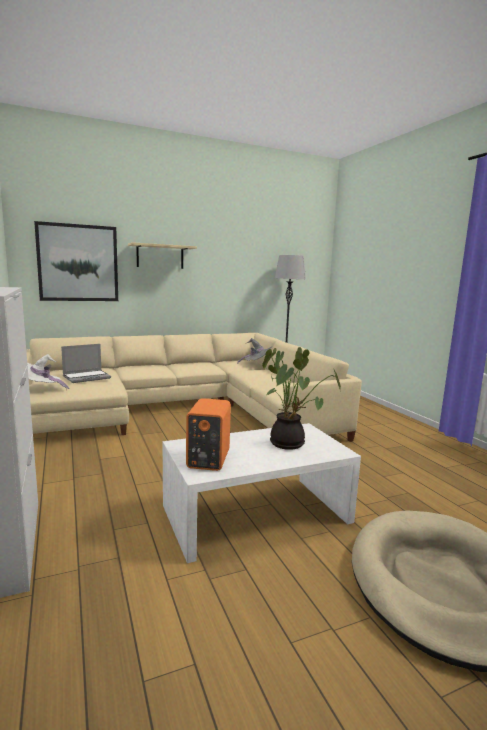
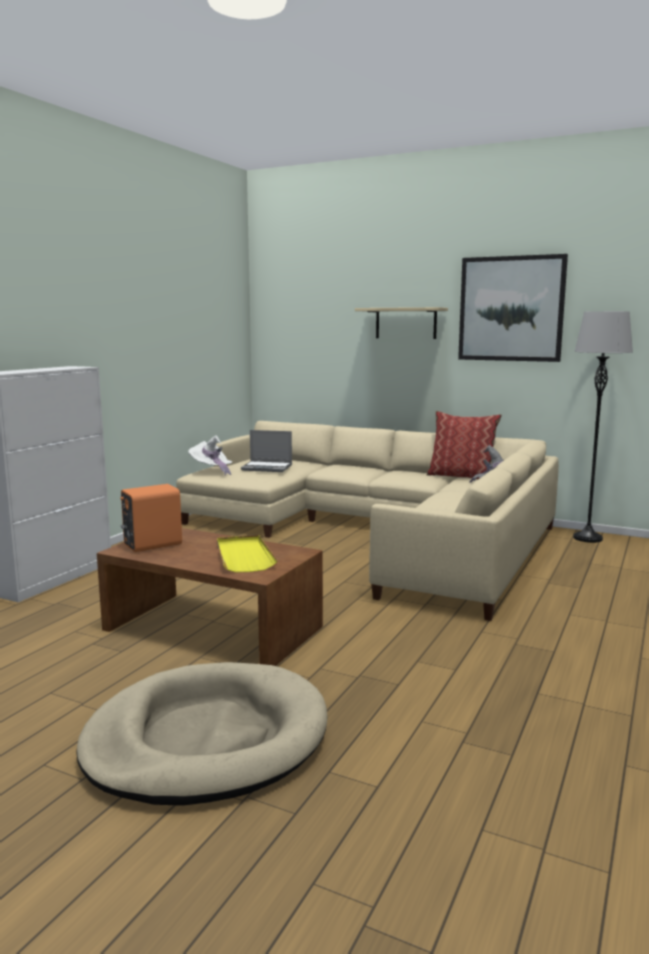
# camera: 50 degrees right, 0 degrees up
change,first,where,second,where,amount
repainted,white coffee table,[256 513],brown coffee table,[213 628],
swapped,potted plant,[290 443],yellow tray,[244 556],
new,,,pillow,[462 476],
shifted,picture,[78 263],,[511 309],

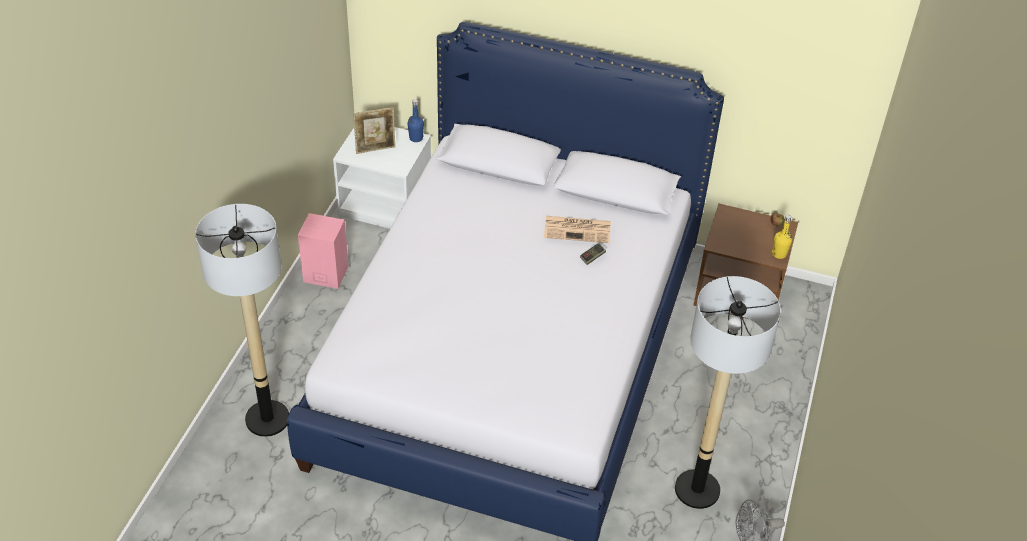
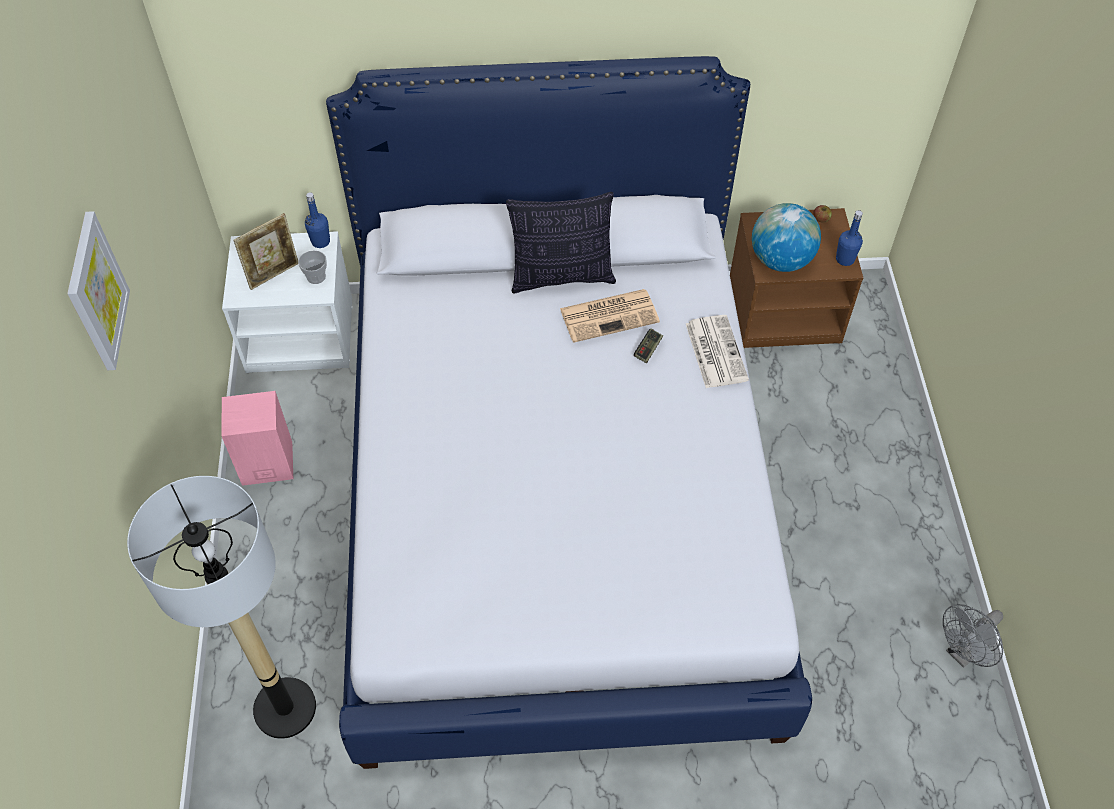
# camera: 20 degrees left, 10 degrees up
change,first,where,second,where,amount
new,,,picture,[96 292],
new,,,cup,[316 277],
new,,,pillow,[562 277],
new,,,newspaper,[715 351],
new,,,globe,[780 260],
repainted,yellow bottle,[779 254],blue bottle,[845 259],
gone,floor lamp,[697 490],,,

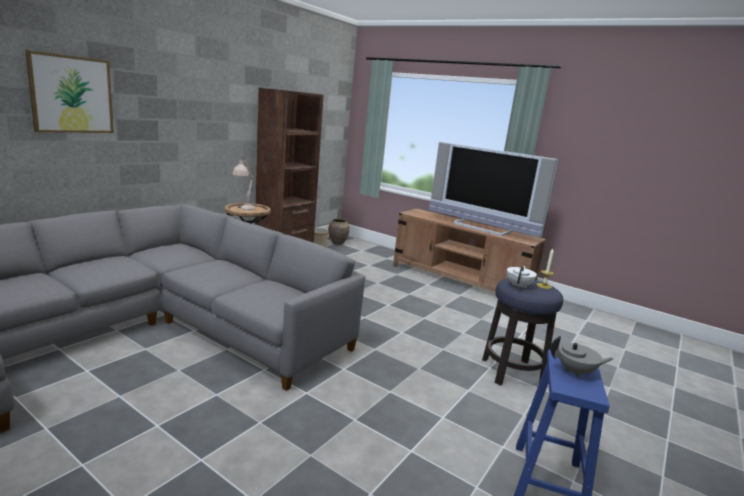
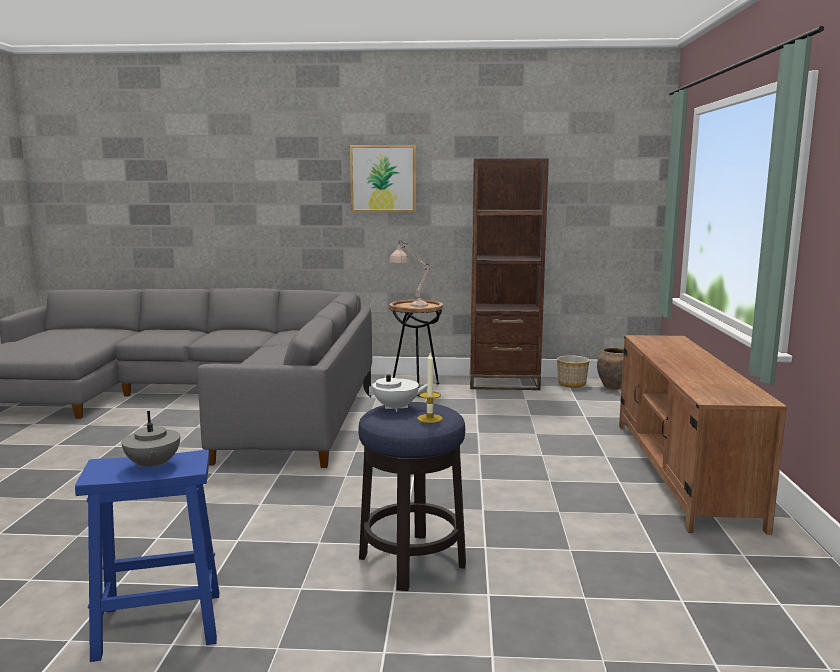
# camera: 60 degrees right, 5 degrees down
change,first,where,second,where,amount
shifted,picture,[72 94],,[383 178],
gone,television,[481 228],,,

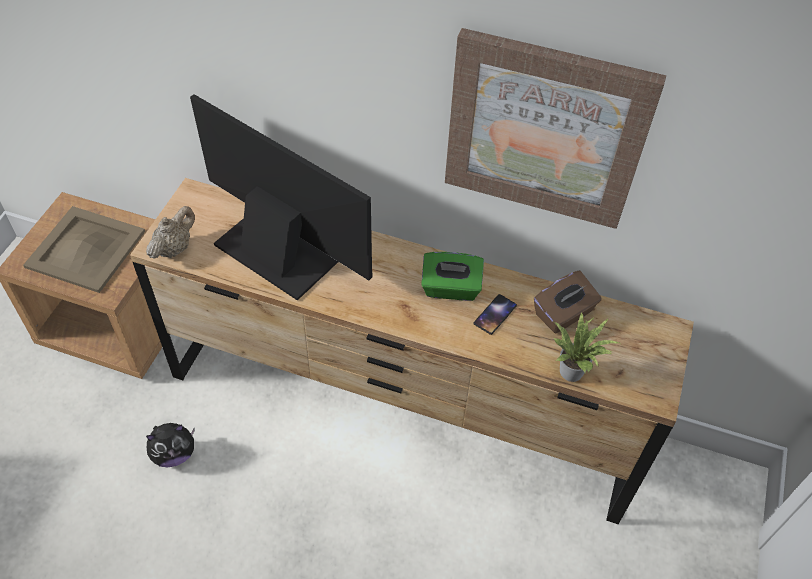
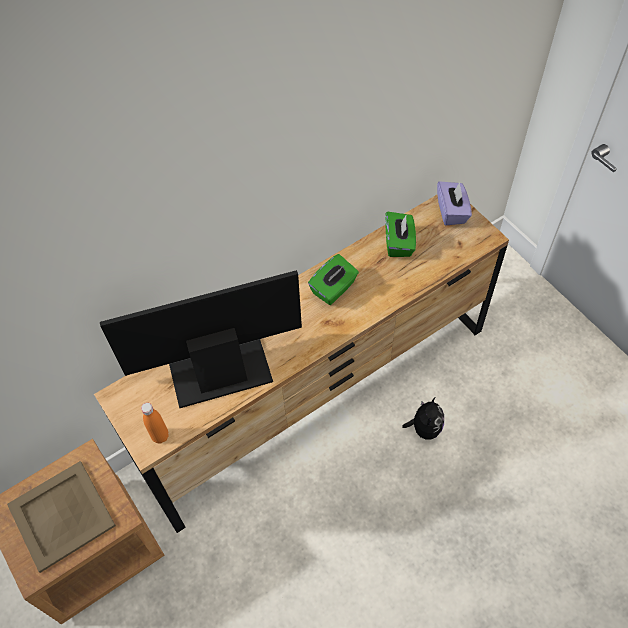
# camera: 50 degrees left, 5 degrees up
change,first,where,second,where,amount
swapped,beige teapot,[174 248],orange bottle,[160 436],
repainted,brown tissue box,[563 314],green tissue box,[399 243],
shifted,plush toy,[174 454],,[424 428],
new,,,purple tissue box,[452 212],
gone,picture,[545 130],,,
gone,phone,[495 314],,,
gone,potted plant,[574 371],,,

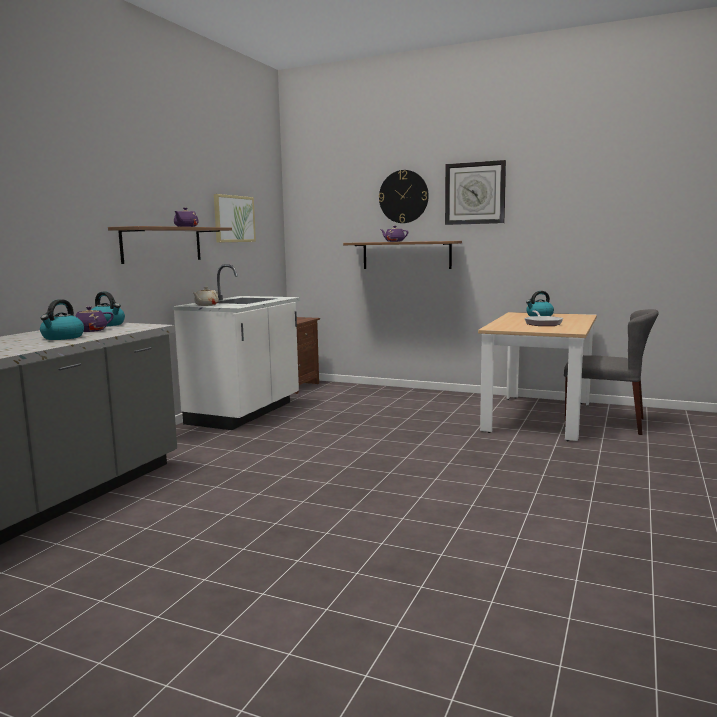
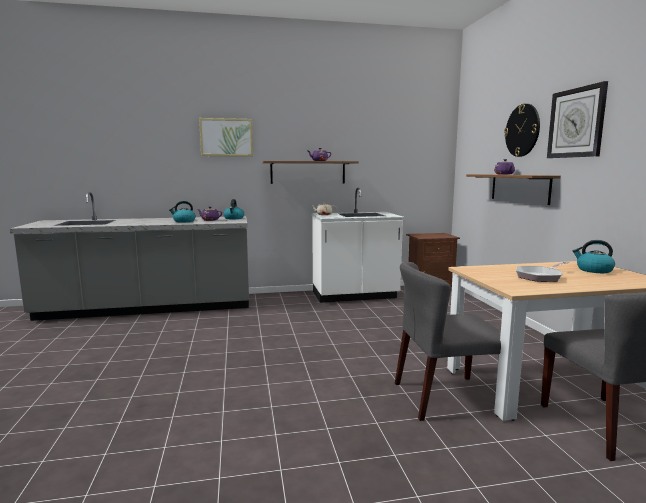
# camera: 55 degrees right, 0 degrees up
change,first,where,second,where,amount
shifted,picture,[234 219],,[226 137],
new,,,grey chair,[445 397],

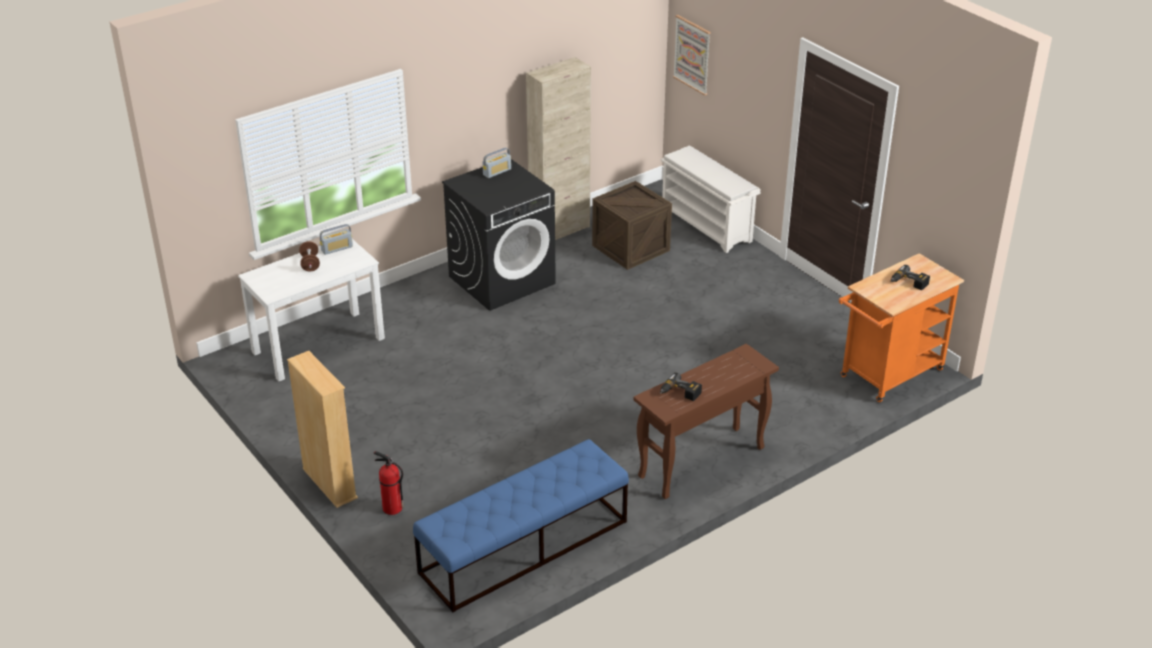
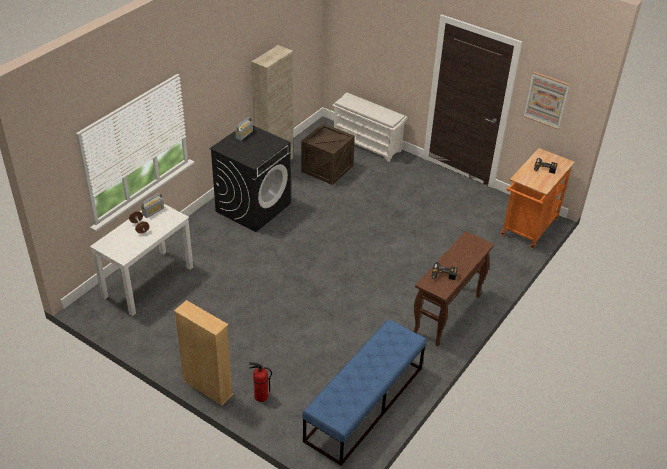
# camera: 20 degrees left, 5 degrees up
change,first,where,second,where,amount
shifted,picture,[692 54],,[546 100],

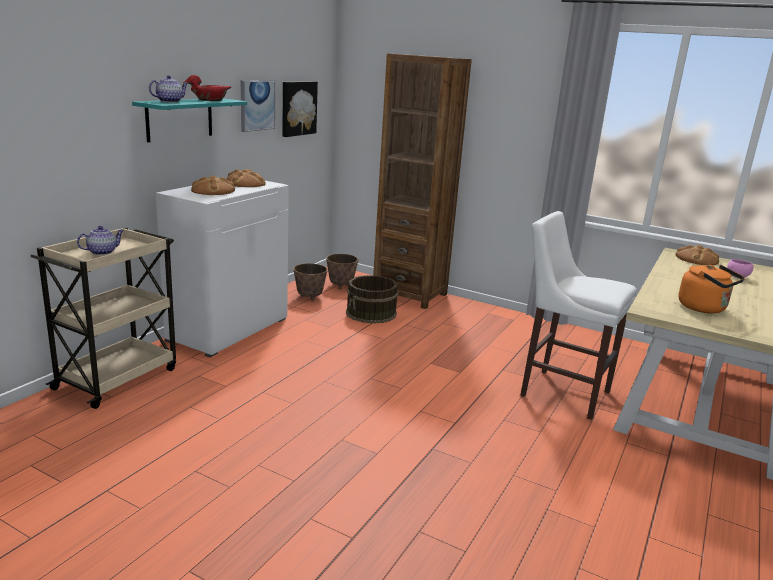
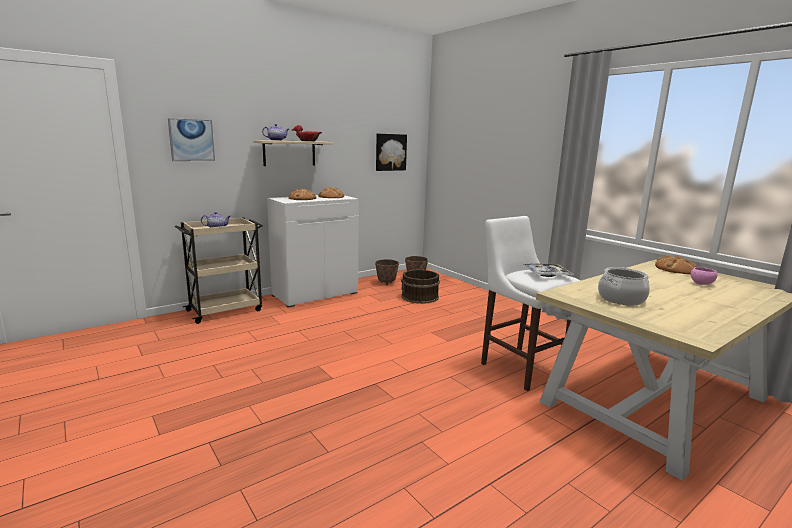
# camera: 25 degrees right, 5 degrees down
change,first,where,second,where,amount
shifted,picture,[257 105],,[191 140],
repainted,turquoise shelf,[179 119],beige shelf,[289 153],
new,,,tray,[546 274],
swapped,orange kettle,[704 308],cooking pot,[621 299],
gone,brown bookcase,[410 294],,,

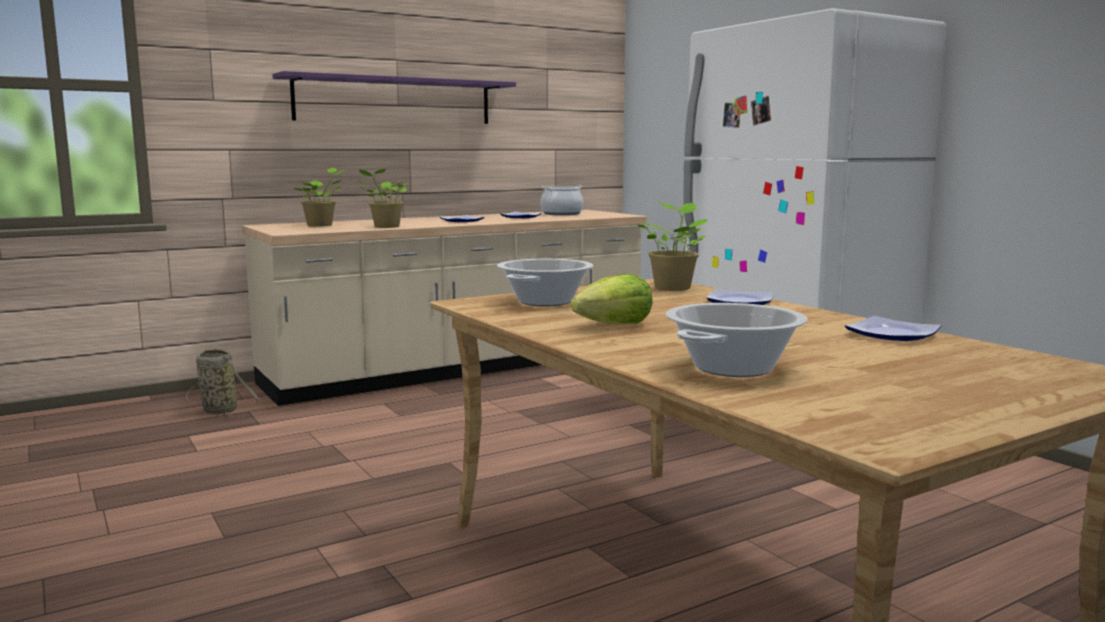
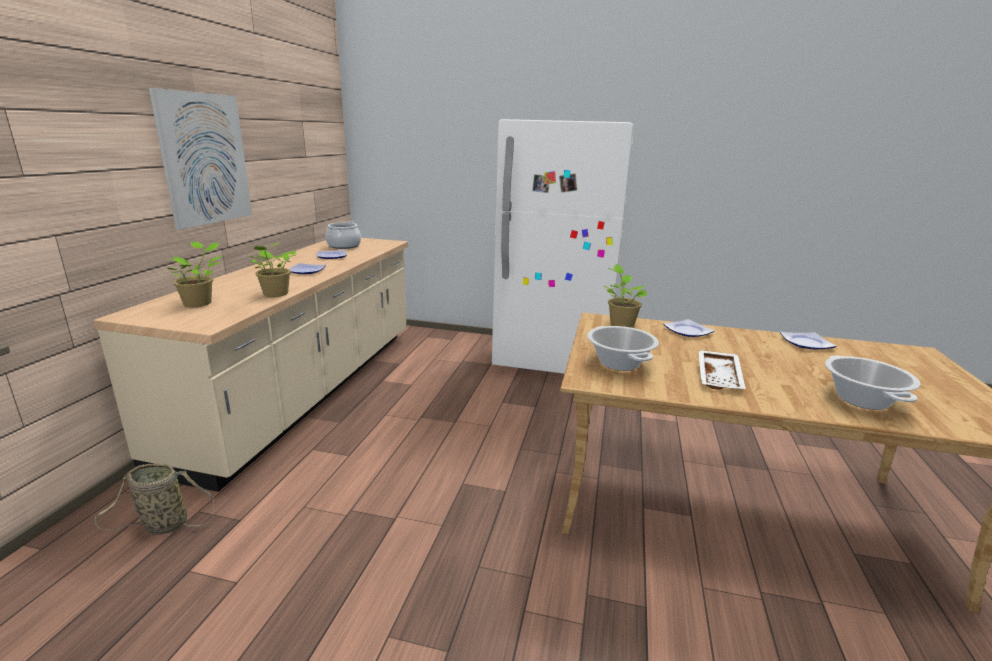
# camera: 45 degrees left, 10 degrees up
change,first,where,second,where,amount
swapped,purple shelf,[395 100],picture,[205 159],
swapped,lettuce,[614 325],white tray,[720 378],

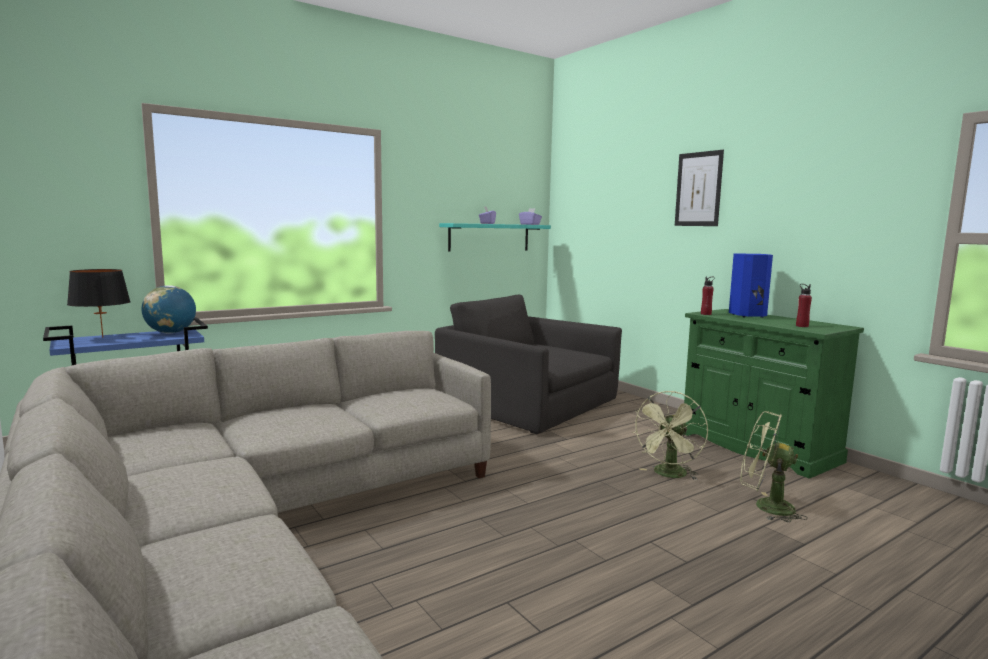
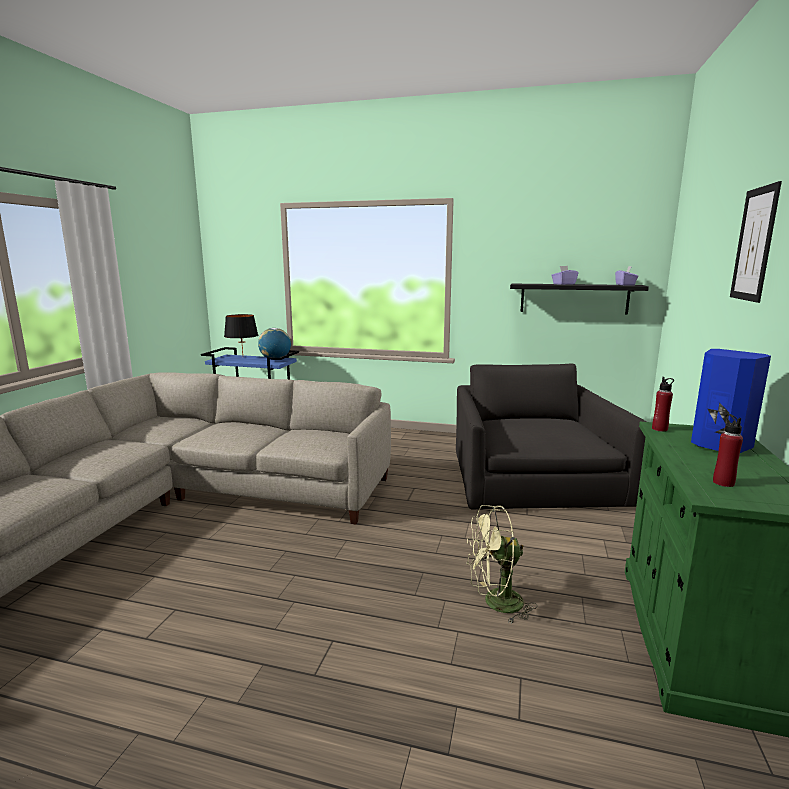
# camera: 50 degrees right, 5 degrees up
change,first,where,second,where,amount
repainted,turquoise shelf,[489 237],black shelf,[574 298],
gone,green fan,[765 506],,,

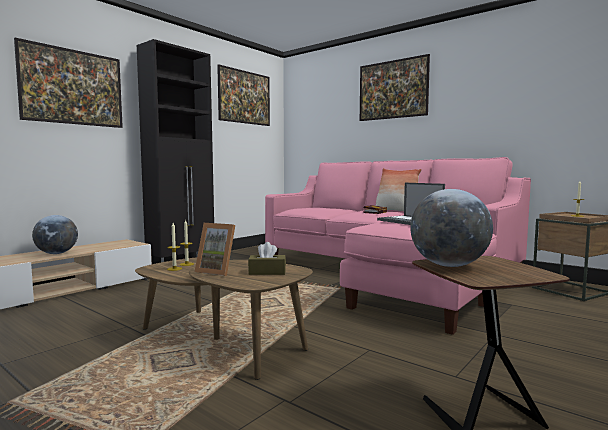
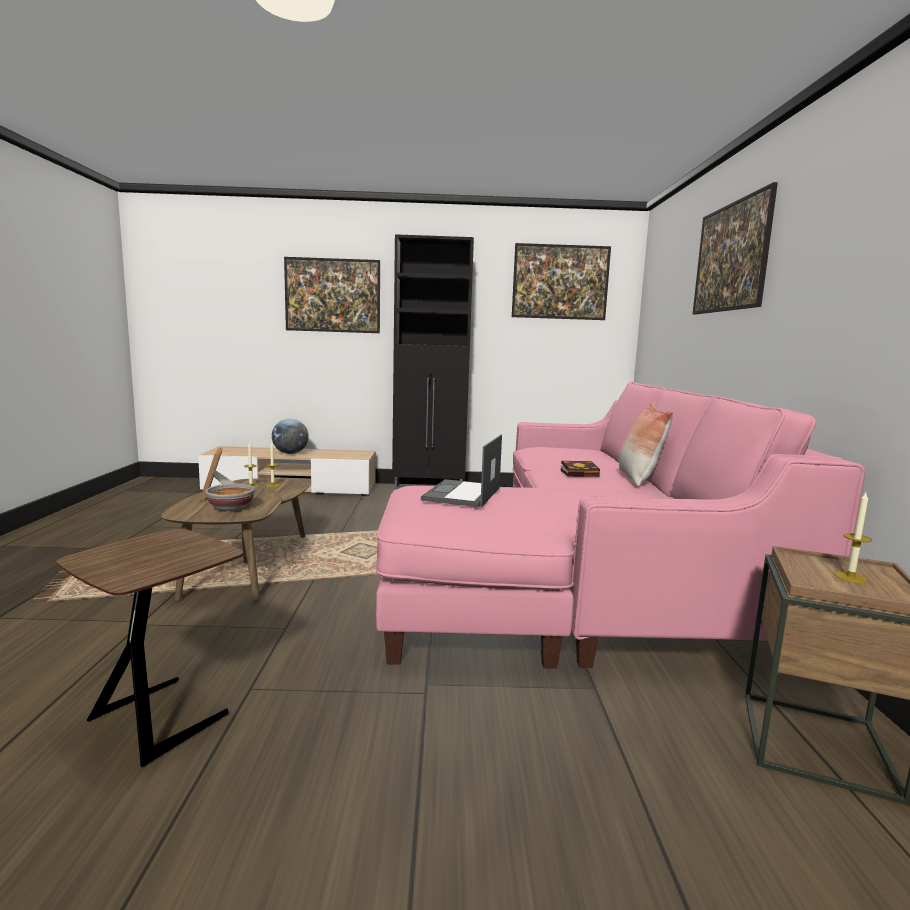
# camera: 50 degrees right, 5 degrees up
change,first,where,second,where,amount
swapped,brown tissue box,[267 272],bowl,[230 508],
gone,globe,[448 265],,,

